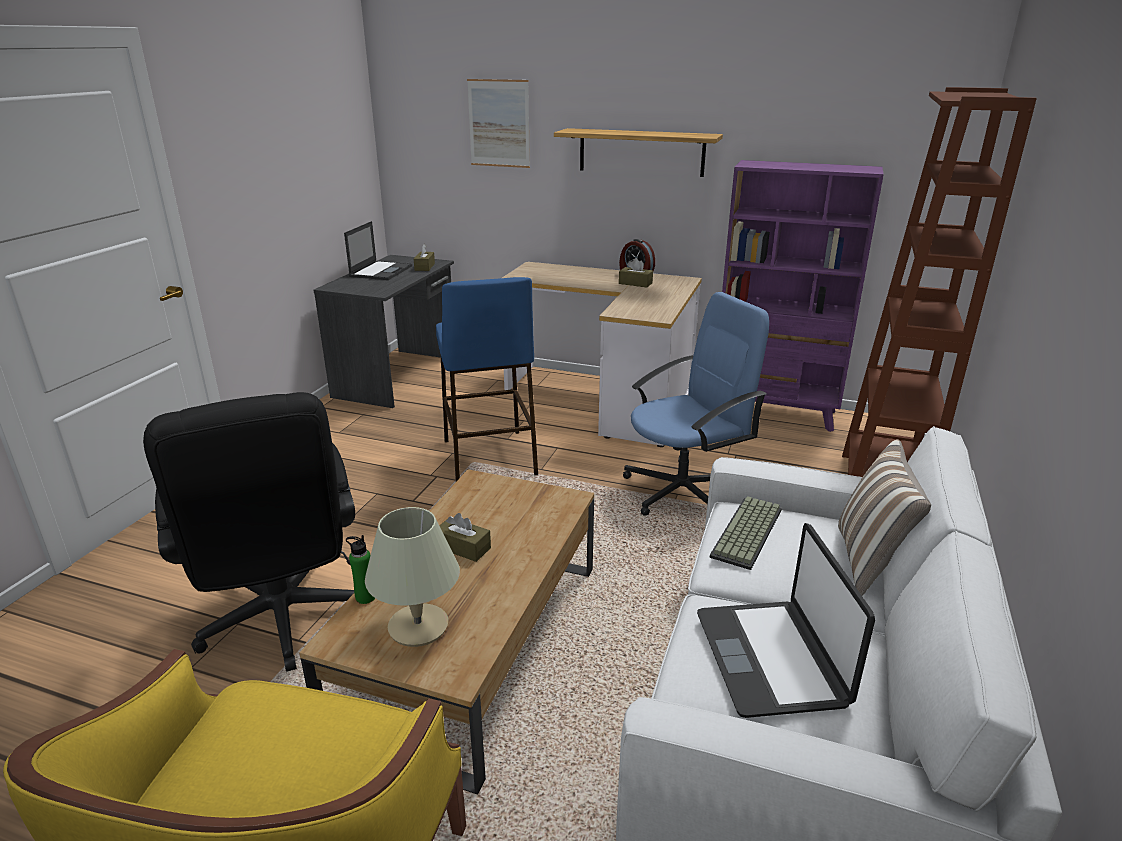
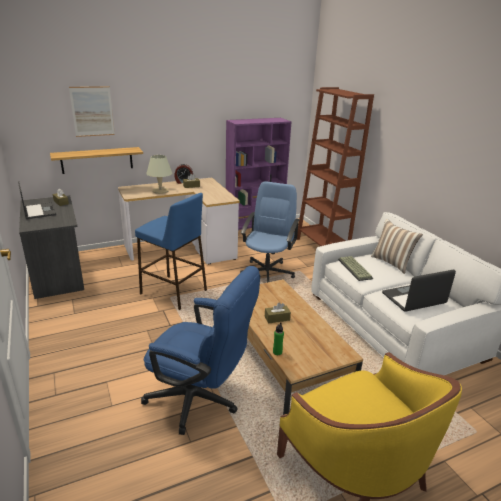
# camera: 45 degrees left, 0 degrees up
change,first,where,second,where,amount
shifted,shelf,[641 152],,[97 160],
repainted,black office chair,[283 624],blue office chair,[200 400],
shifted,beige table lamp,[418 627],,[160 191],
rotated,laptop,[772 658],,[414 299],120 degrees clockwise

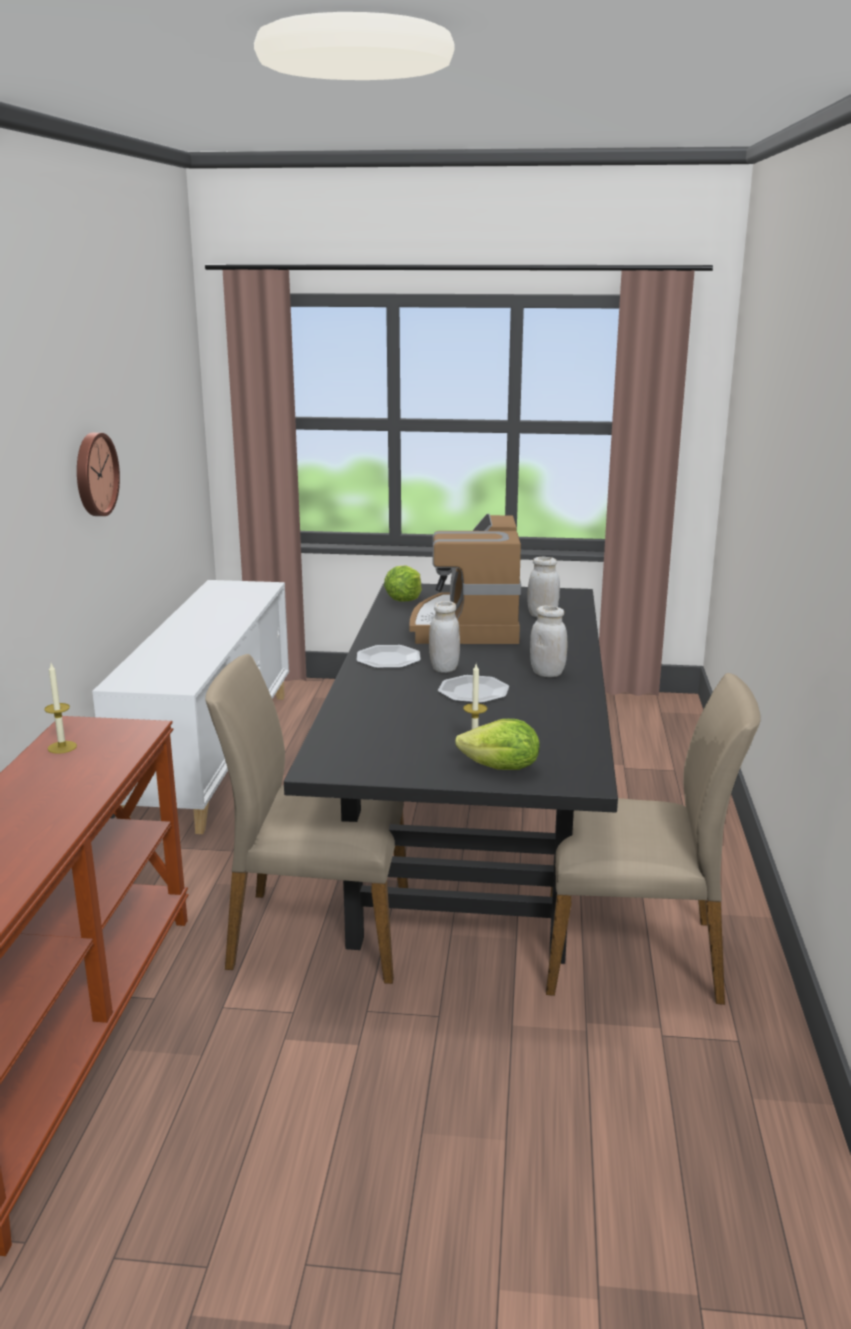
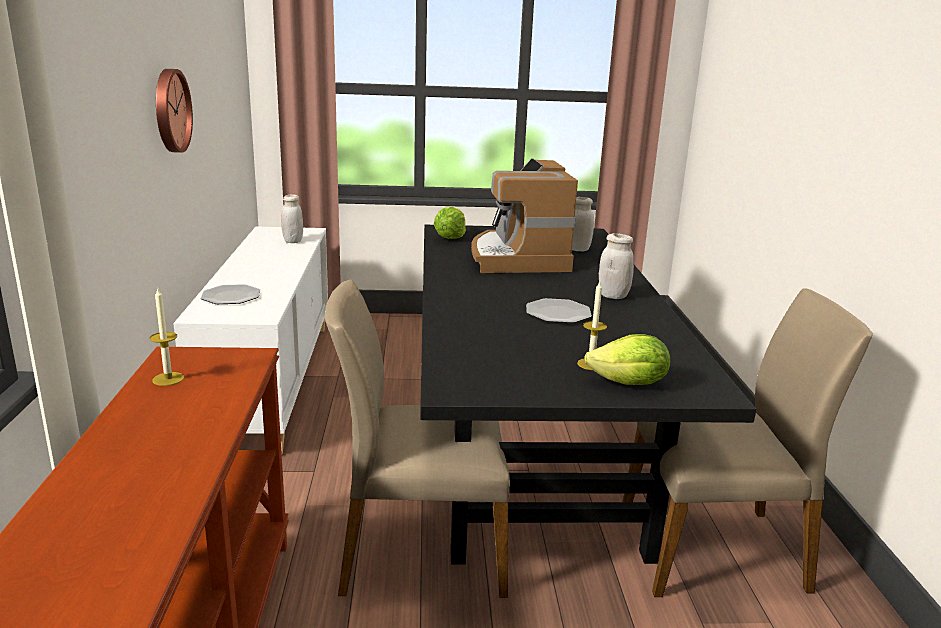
# camera: 10 degrees left, 0 degrees up
change,first,where,second,where,amount
shifted,plate,[388 659],,[231 296],
shifted,white jar,[444 668],,[293 241],

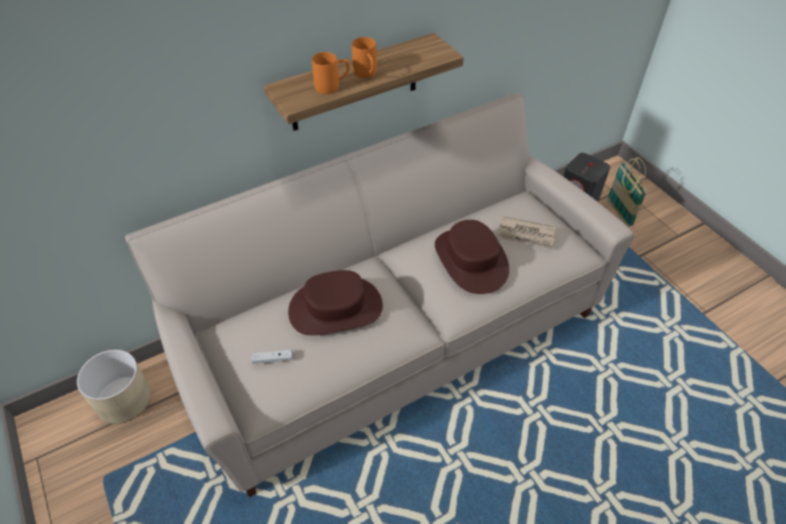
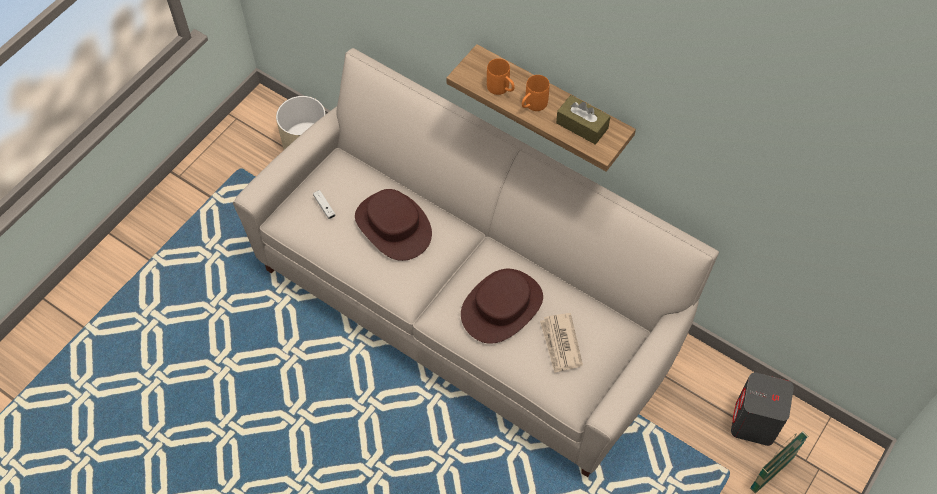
# camera: 65 degrees right, 10 degrees up
change,first,where,second,where,amount
new,,,brown tissue box,[582 125],

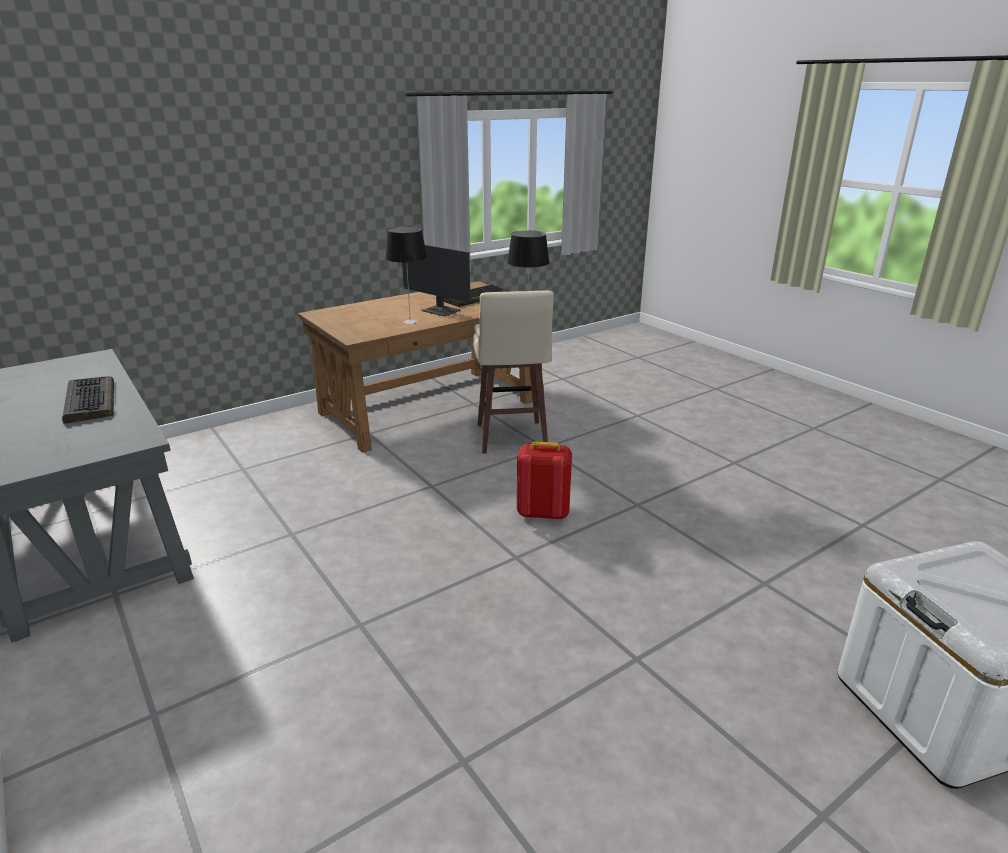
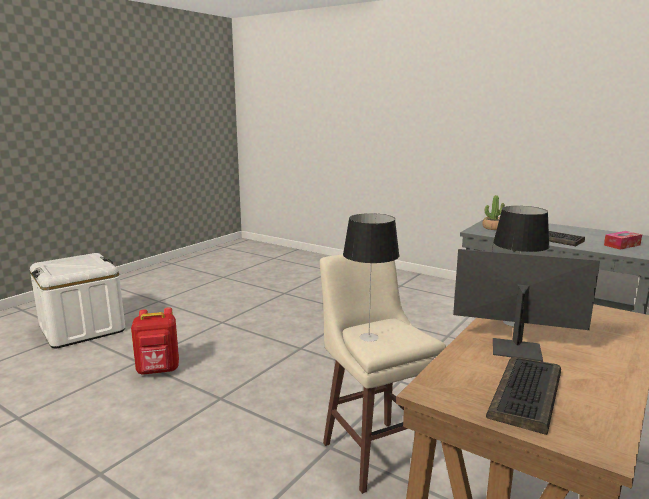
# camera: 160 degrees right, 10 degrees down
change,first,where,second,where,amount
shifted,red backpack,[542 513],,[158 370],
new,,,potted plant,[493 228],
new,,,tissue box,[622 245],

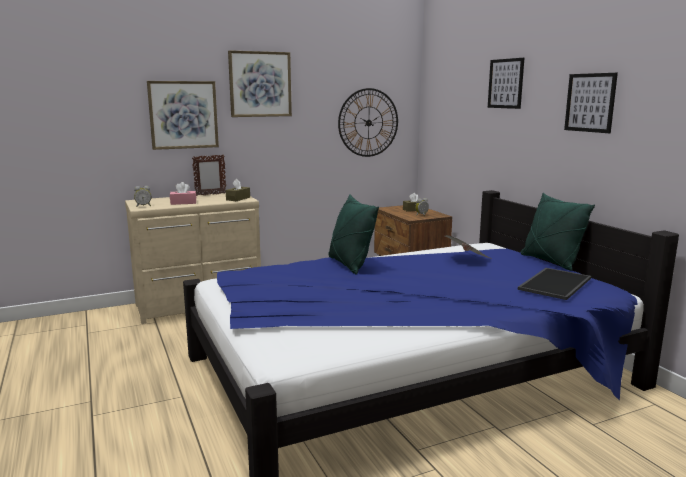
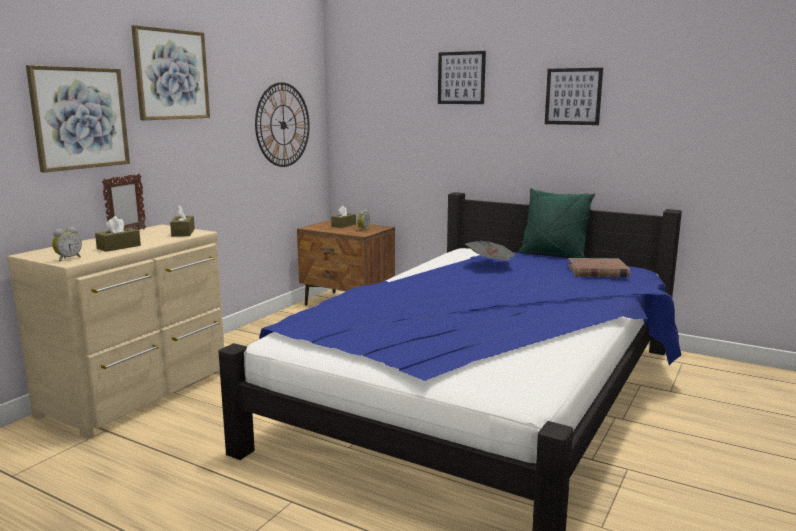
# camera: 35 degrees left, 0 degrees up
change,first,where,second,where,amount
repainted,pink tissue box,[183 203],brown tissue box,[119 247],
swapped,tray,[554 283],brown book,[597 271],
gone,green pillow,[350 265],,,

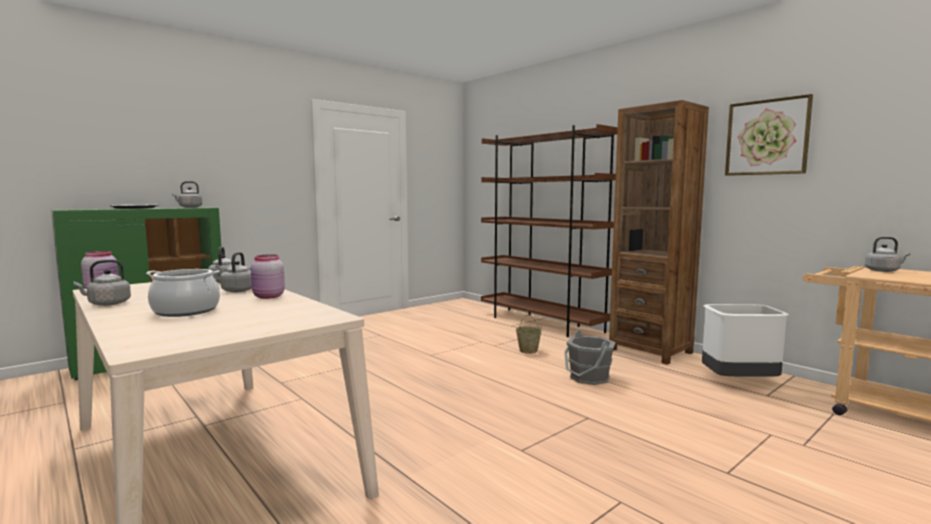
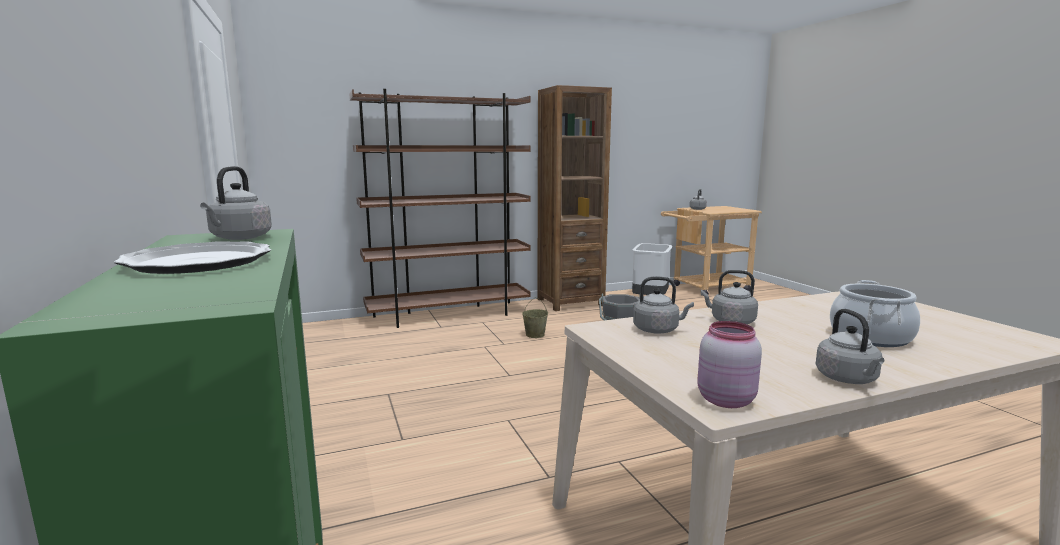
# camera: 70 degrees left, 5 degrees up
change,first,where,second,where,amount
gone,pink jar,[268 297],,,
gone,picture,[767 137],,,

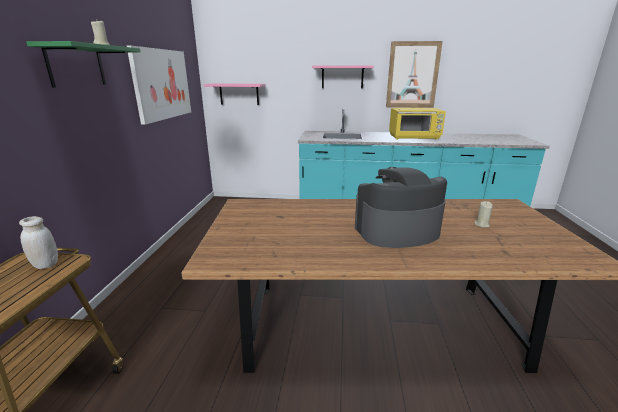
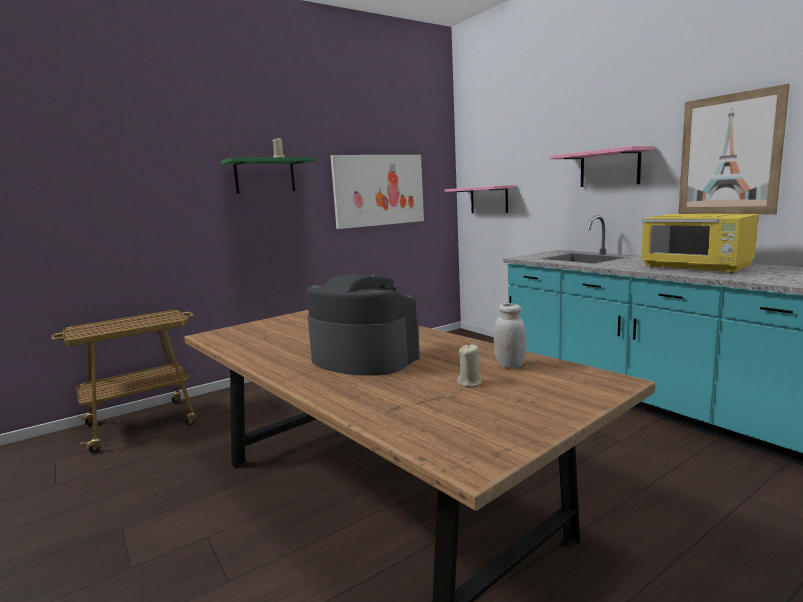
# camera: 50 degrees right, 10 degrees down
change,first,where,second,where,amount
shifted,white jar,[46 265],,[510 365],

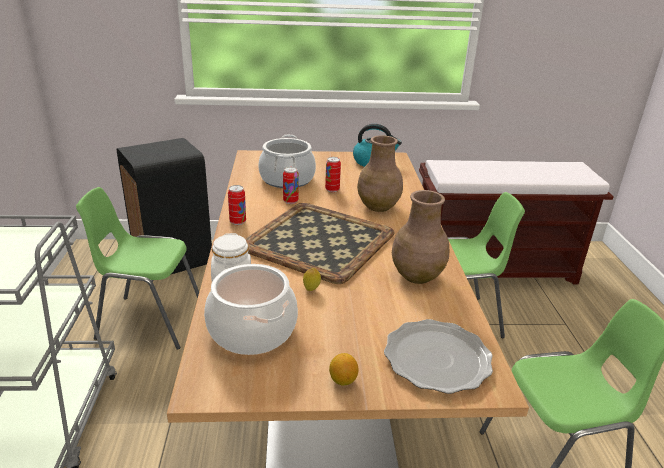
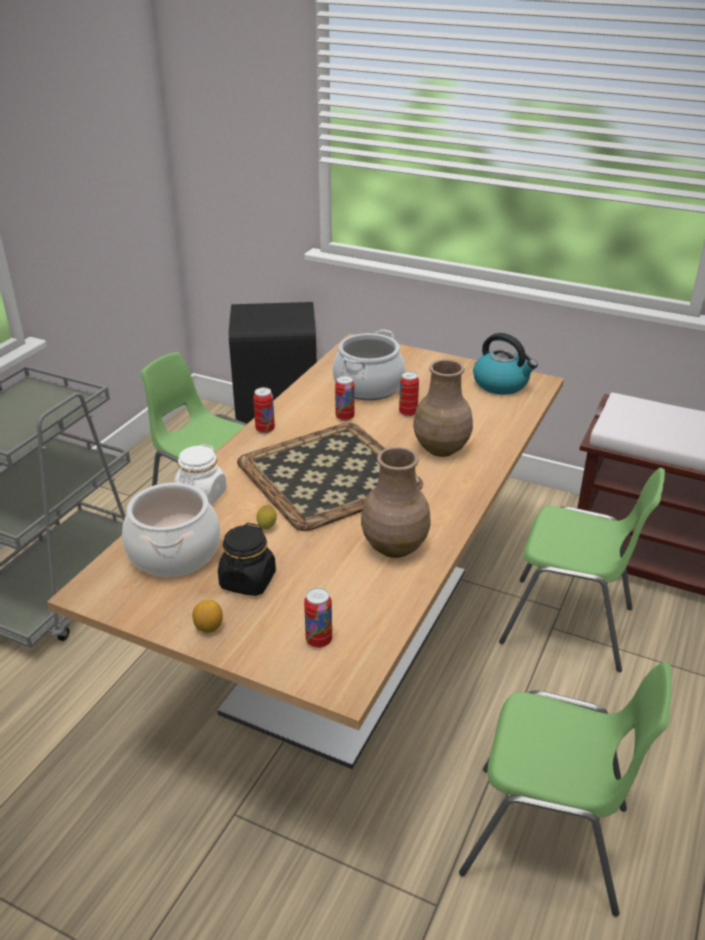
# camera: 30 degrees right, 5 degrees up
change,first,where,second,where,amount
new,,,black jar,[248 581],
swapped,plate,[437 358],can,[319 640],

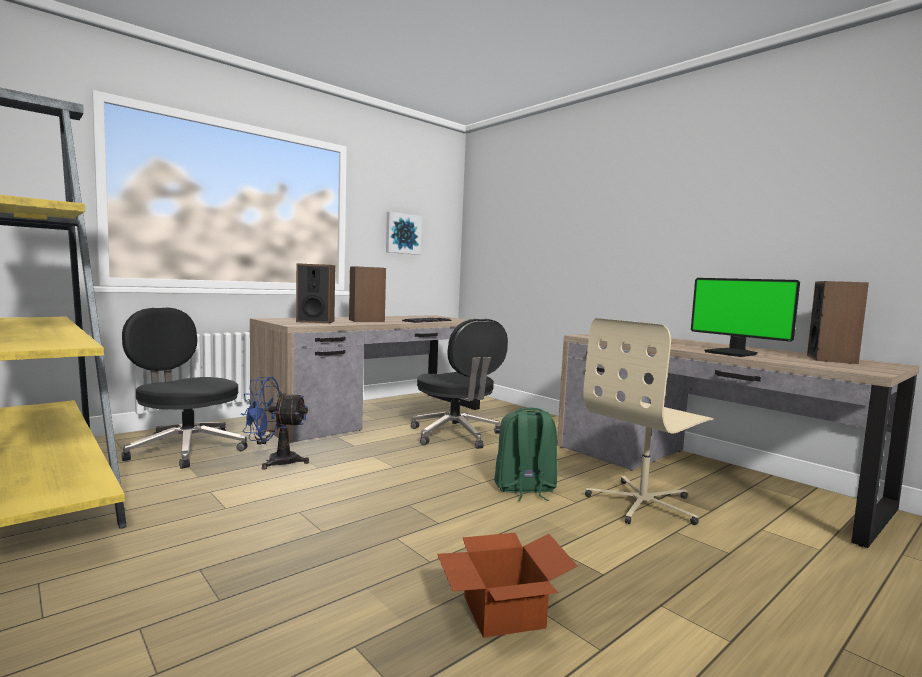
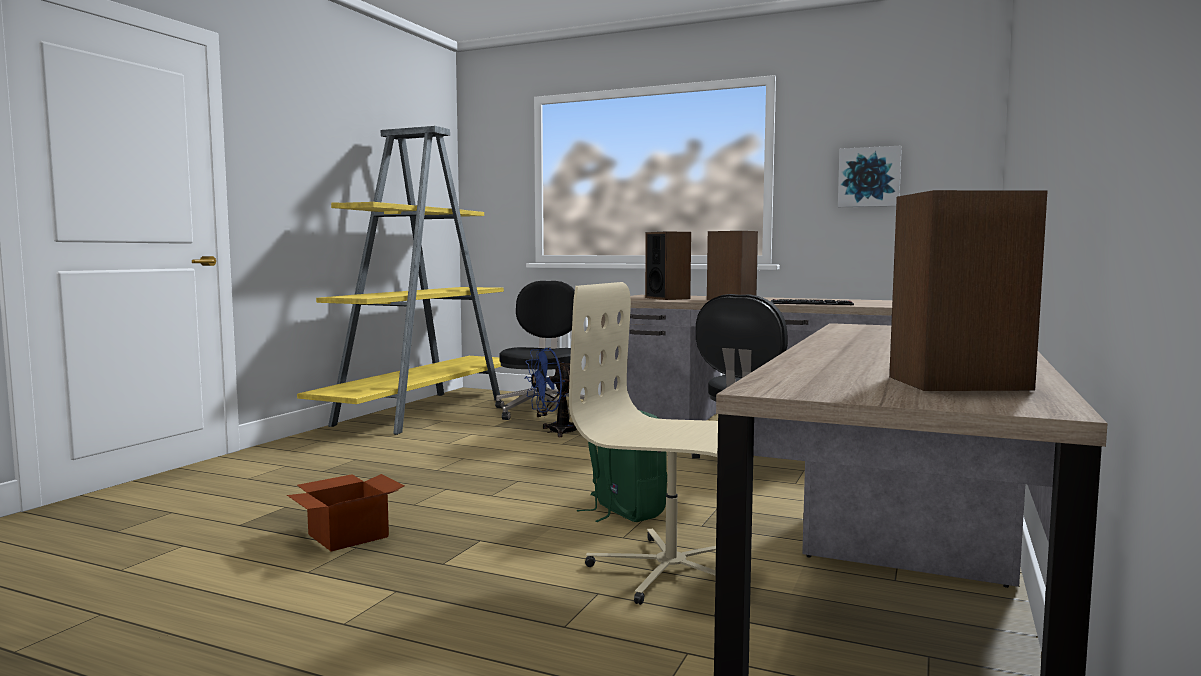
# camera: 65 degrees right, 0 degrees up
change,first,where,second,where,amount
rotated,blue fan,[275 461],,[555 432],90 degrees counterclockwise
gone,monitor,[732 353],,,

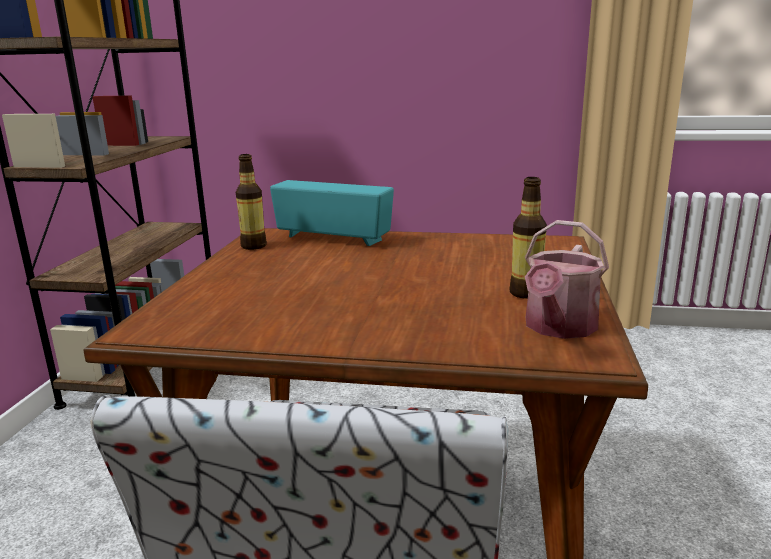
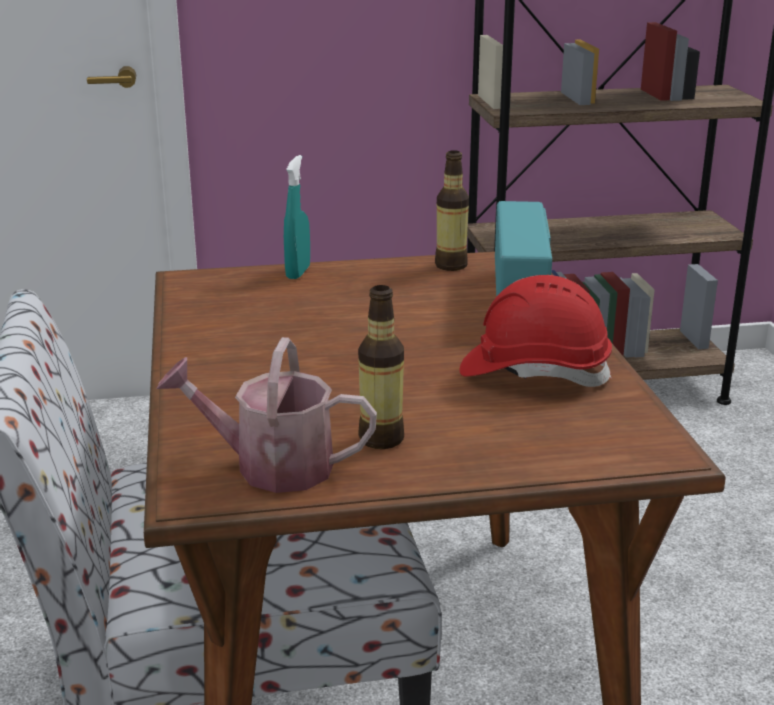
# camera: 70 degrees right, 5 degrees up
change,first,where,second,where,amount
new,,,turquoise spray bottle,[298 272],
new,,,red hard hat,[534 372],

